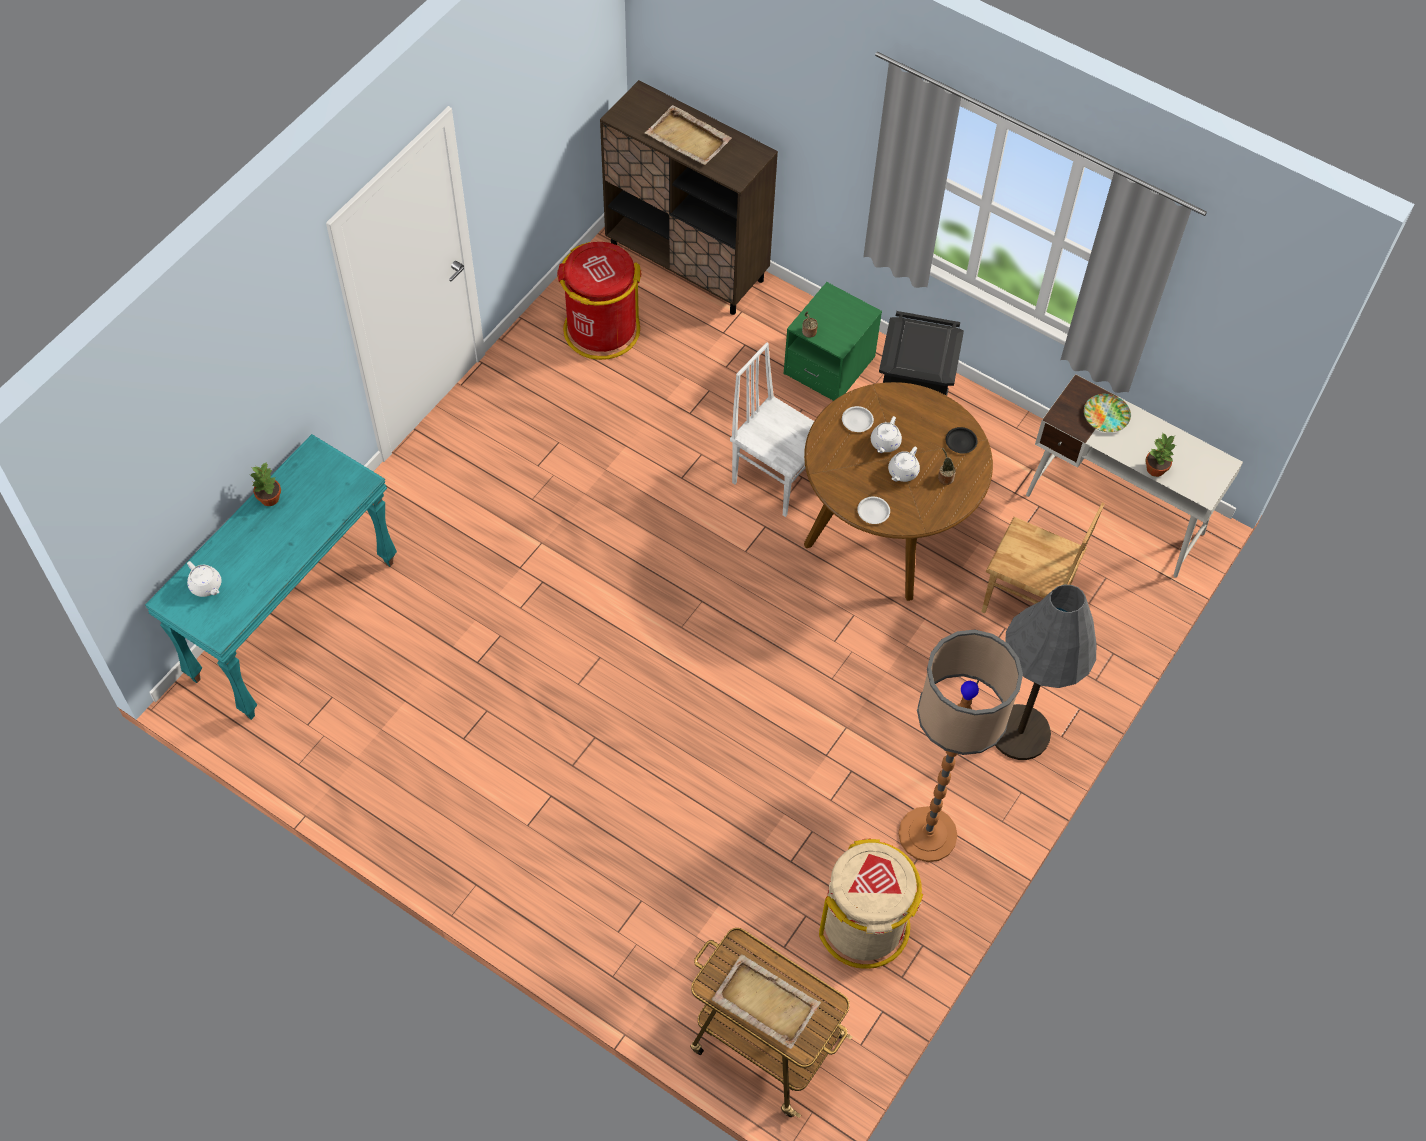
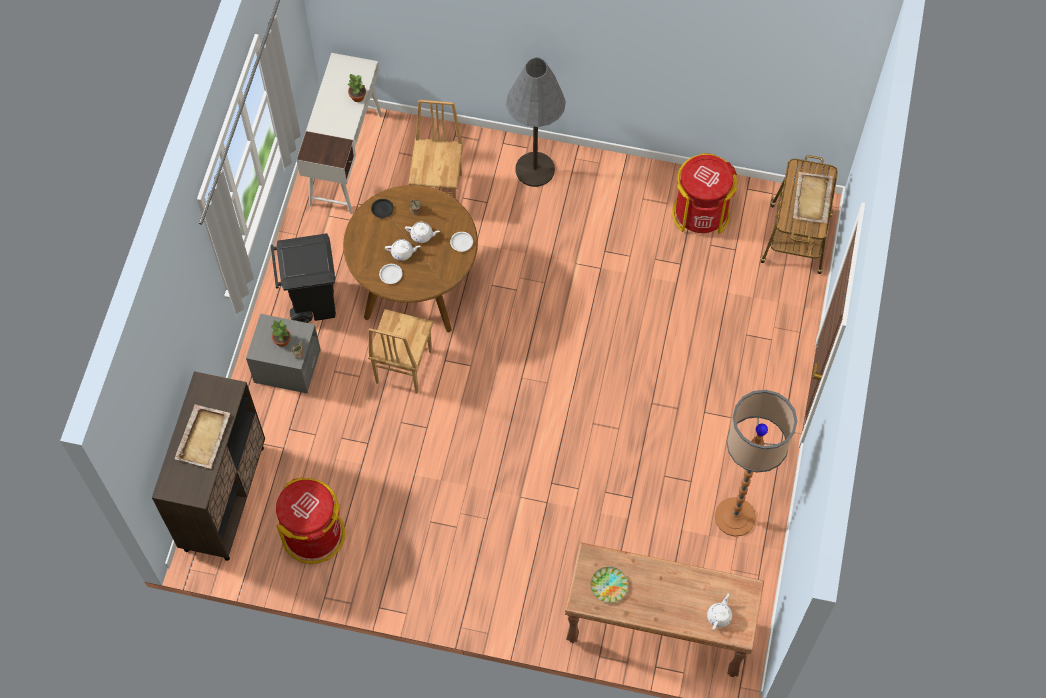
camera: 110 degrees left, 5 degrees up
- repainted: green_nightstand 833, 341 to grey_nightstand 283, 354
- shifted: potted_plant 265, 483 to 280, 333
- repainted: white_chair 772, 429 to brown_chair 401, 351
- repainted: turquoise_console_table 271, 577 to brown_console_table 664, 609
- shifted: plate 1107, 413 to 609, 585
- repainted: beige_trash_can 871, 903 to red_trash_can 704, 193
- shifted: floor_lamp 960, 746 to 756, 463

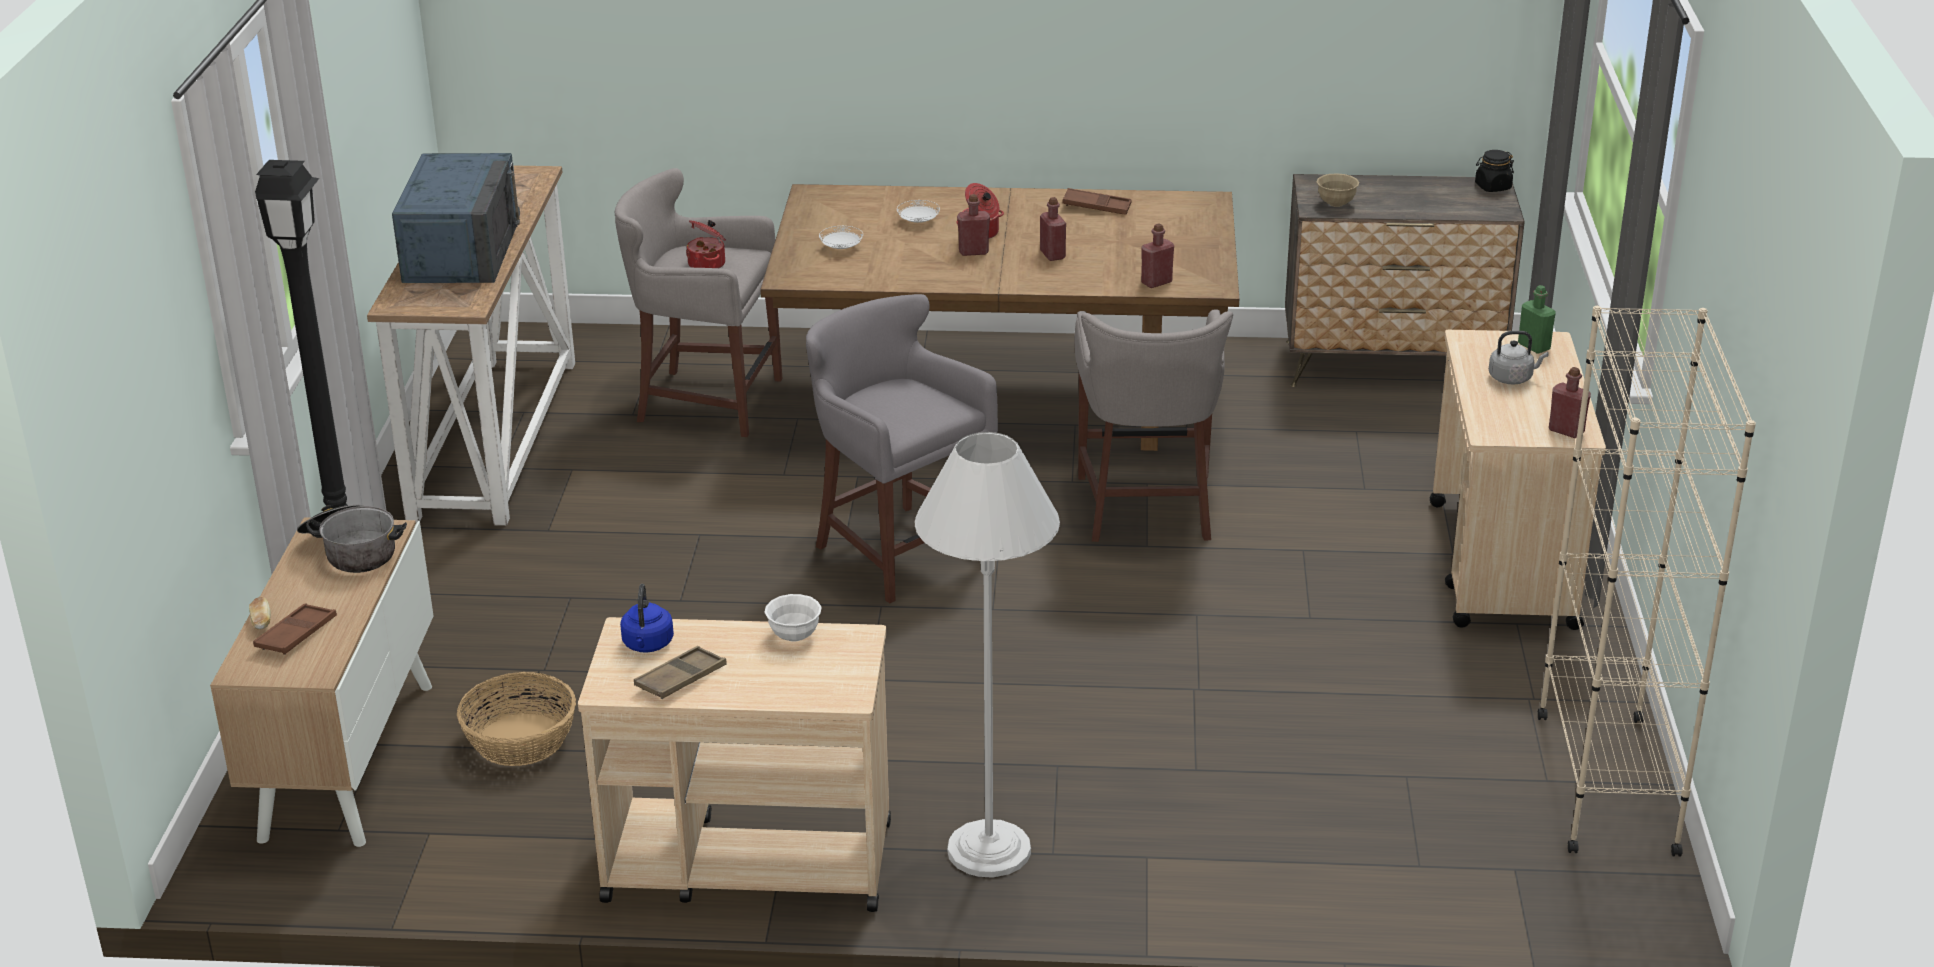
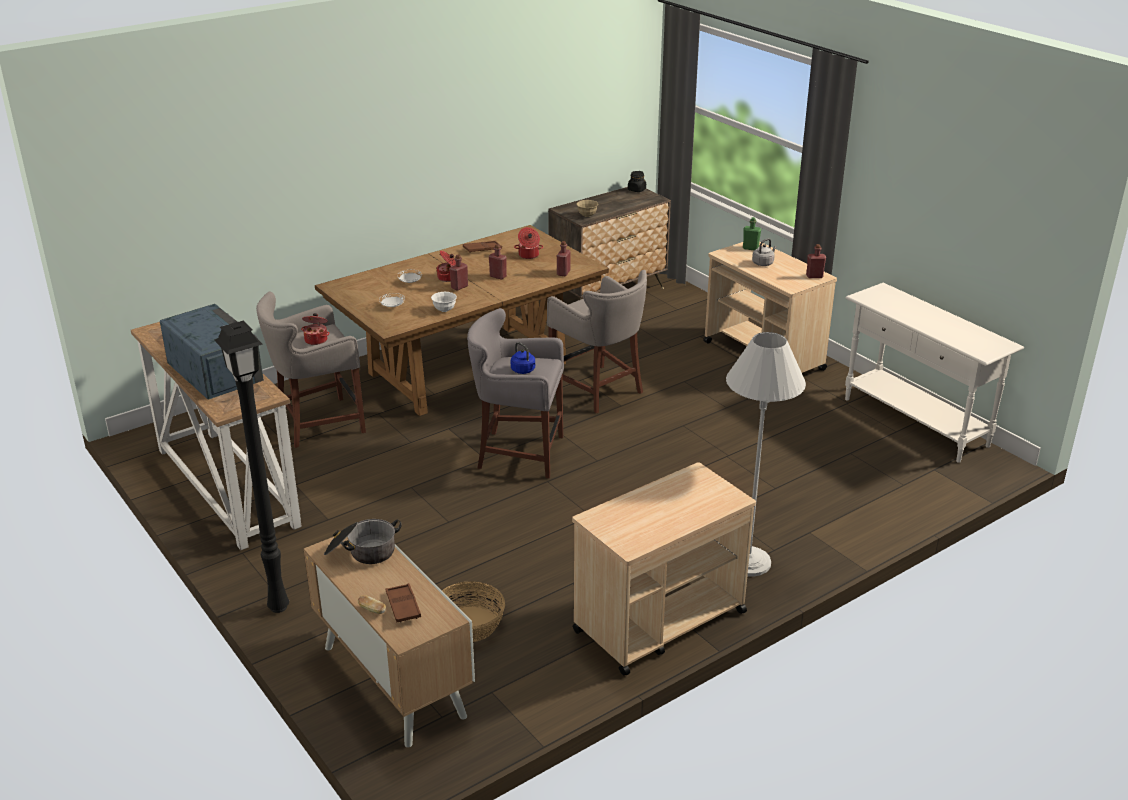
camera: 40 degrees left, 0 degrees up
- shifted: white_bowl 793, 618 to 444, 302
- shifted: blue_kettle 647, 618 to 523, 358
- new: cooking_pot 528, 243
- swapped: beige_bookcase 1647, 581 to white_console_table 934, 373
- gone: brown_tray 680, 672

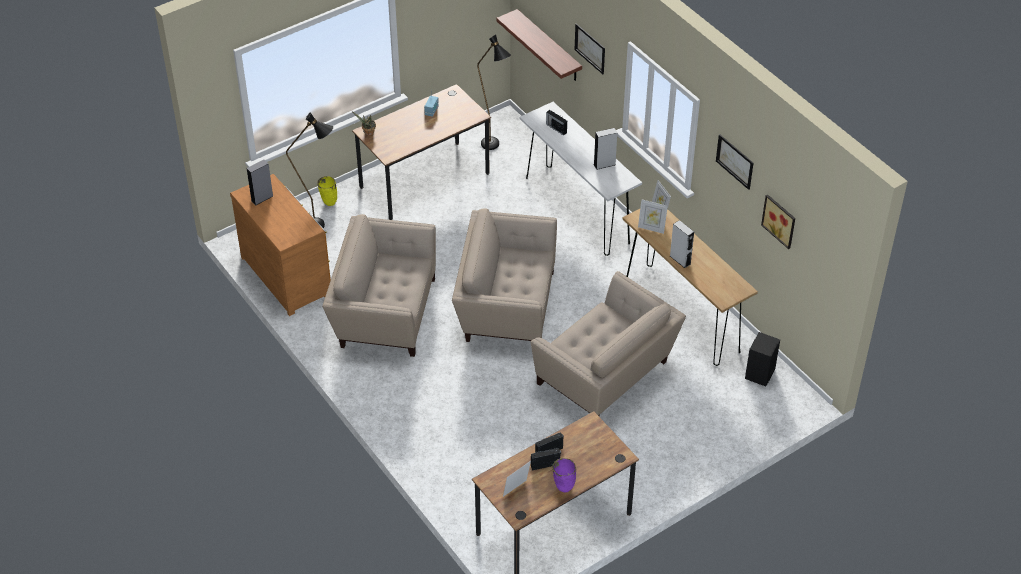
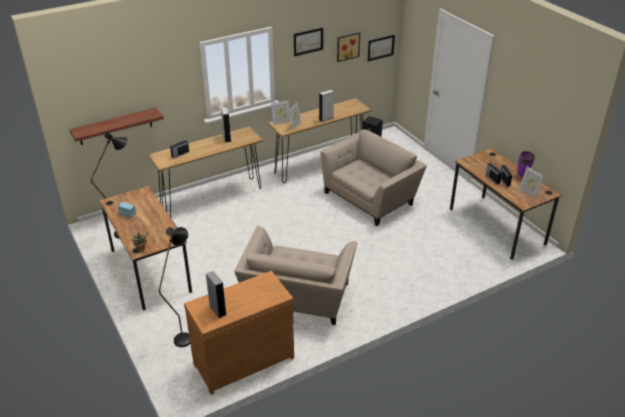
camera: 85 degrees left, 10 degrees down
- repainted: white_console_table 581, 179 to brown_console_table 205, 171
- shifted: picture 590, 48 to 381, 48
- gone: yellow_vase 327, 191
- gone: beige_armchair 504, 275

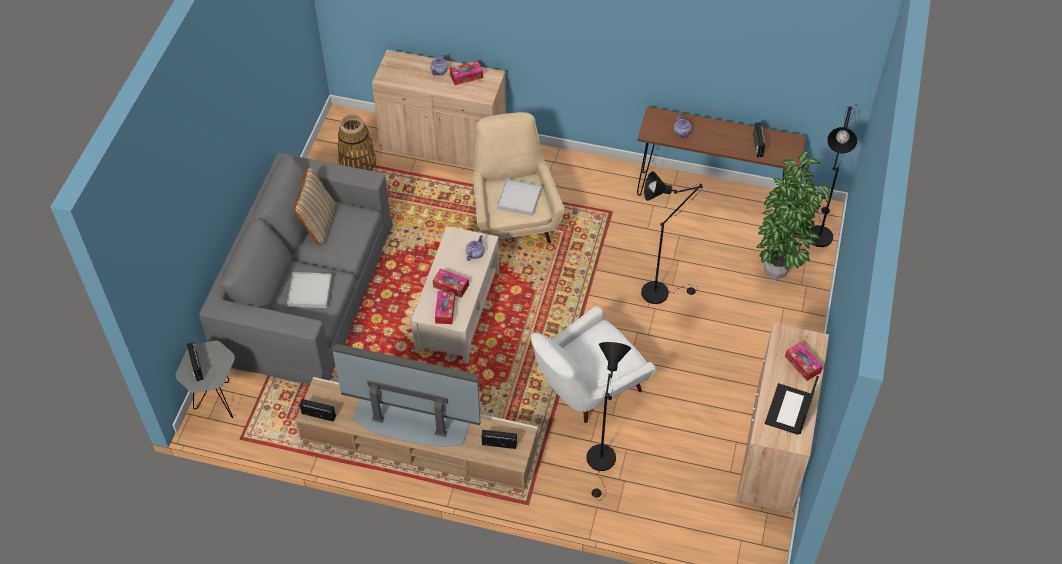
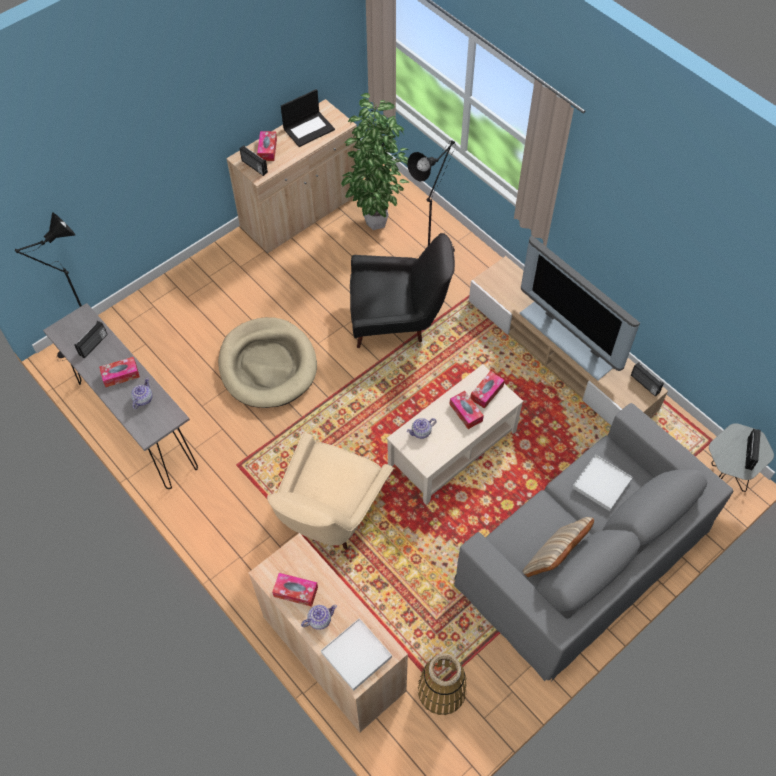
camera: 145 degrees left, 5 degrees up
- repainted: brown_console_table 721, 151 to grey_console_table 120, 396
- new: tissue_box 119, 372
- swapped: black_floor_lamp 672, 237 to beige_dog_bed 267, 362
- shifted: radio 499, 439 to 253, 160
- shifted: white_tray 519, 197 to 356, 654
- shifted: potted_plant 793, 215 to 375, 161
- repainted: white_armchair 593, 364 to black_armchair 402, 290

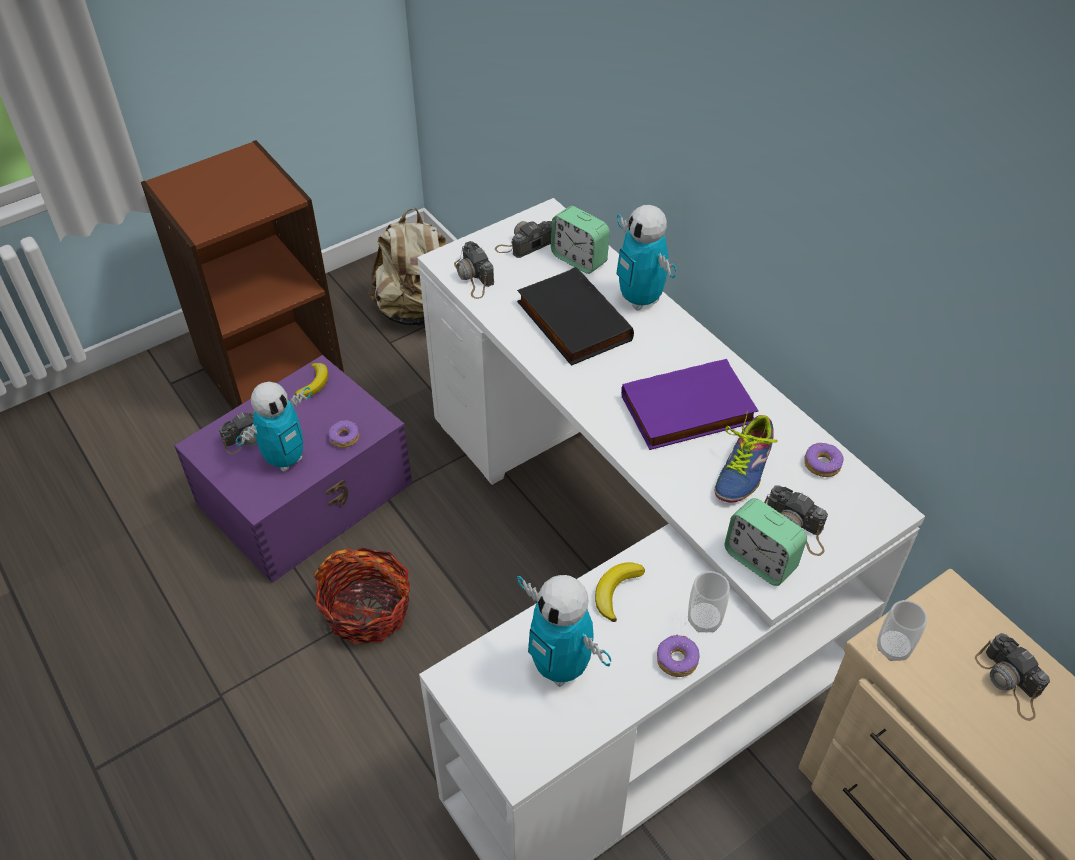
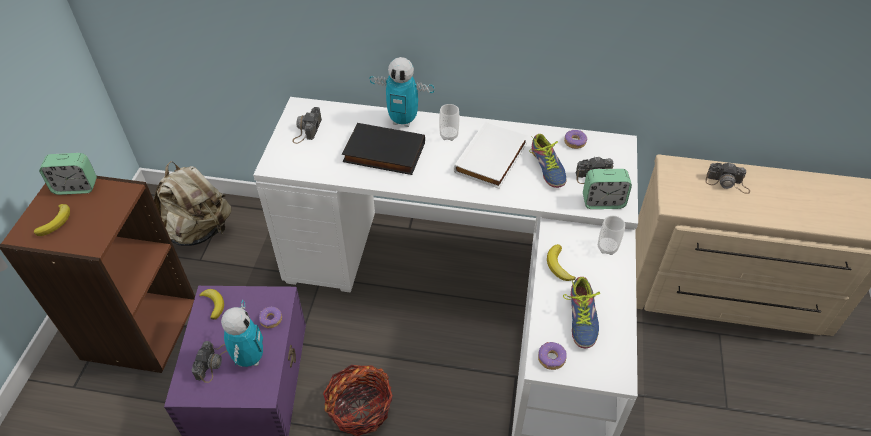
camera: 45 degrees left, 0 degrees up
- new: banana 52, 220
- shifted: alarm_clock 580, 240 to 68, 174
- shifted: cup 902, 630 to 449, 122
- repainted: purple_book 690, 404 to white_book 491, 155
- shifted: donut 678, 655 to 552, 356
- swapped: toy_robot 564, 631 to shoe 581, 312
- gone: photo_camera 474, 270

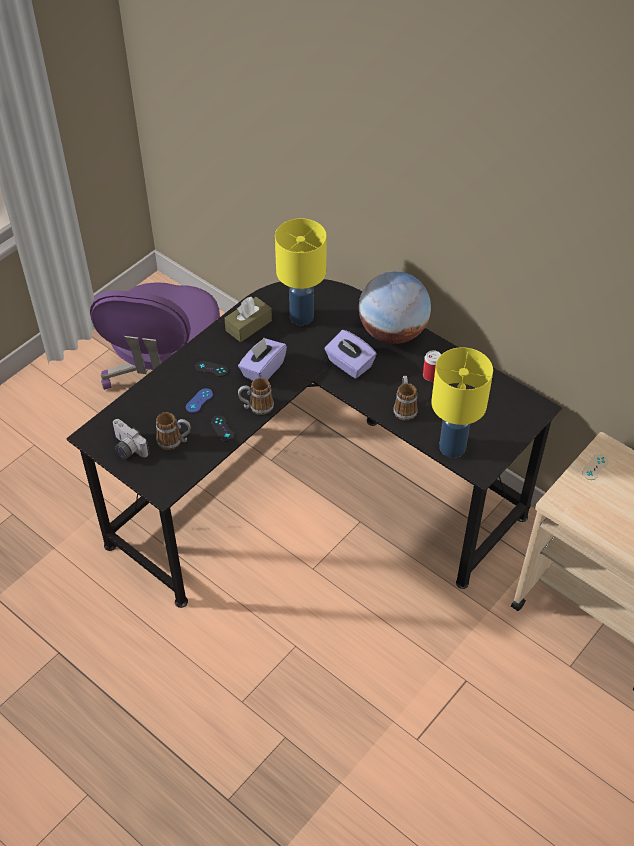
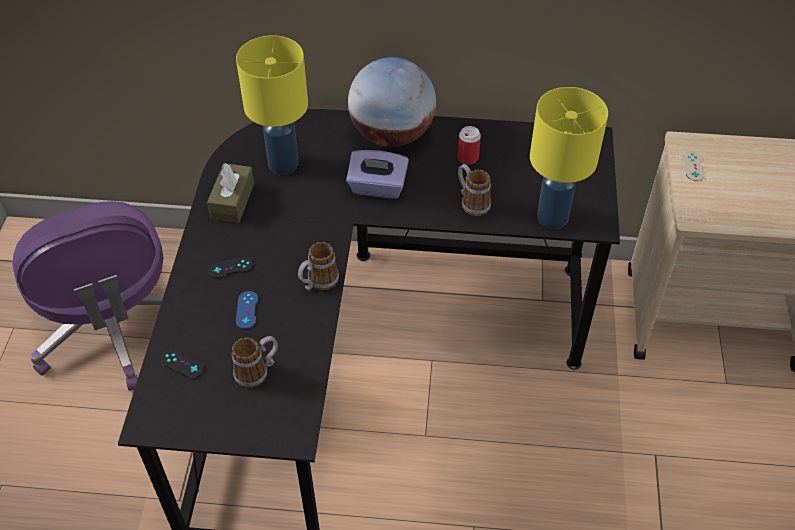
camera: 35 degrees left, 0 degrees up
- shifted: black_game_controller 223, 429 to 182, 363
- gone: photo_camera 131, 439
- gone: purple_tissue_box 262, 359

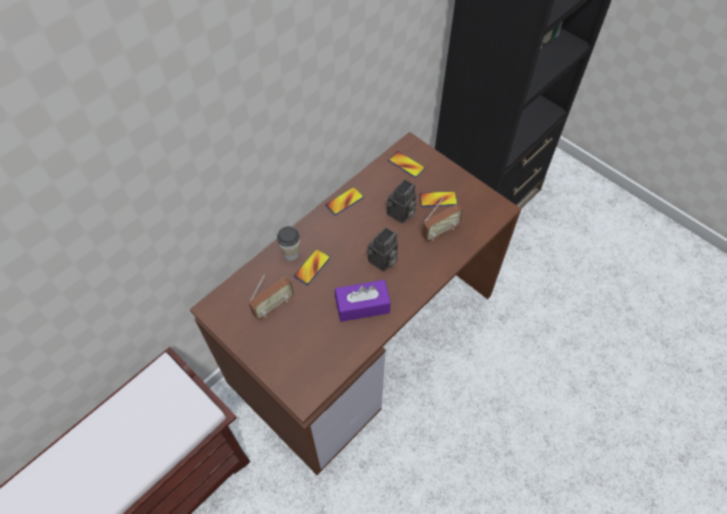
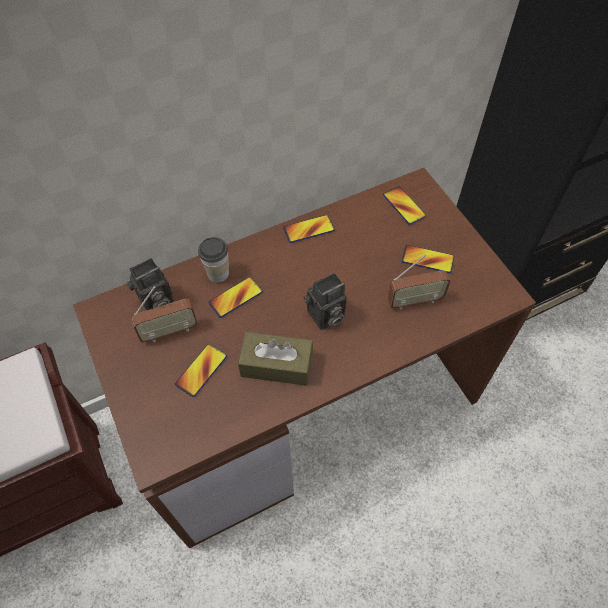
camera: 20 degrees right, 0 degrees up
- shifted: photo_camera 401, 201 to 150, 284
- new: phone 201, 370
- repainted: purple_tissue_box 363, 301 to brown_tissue_box 275, 359

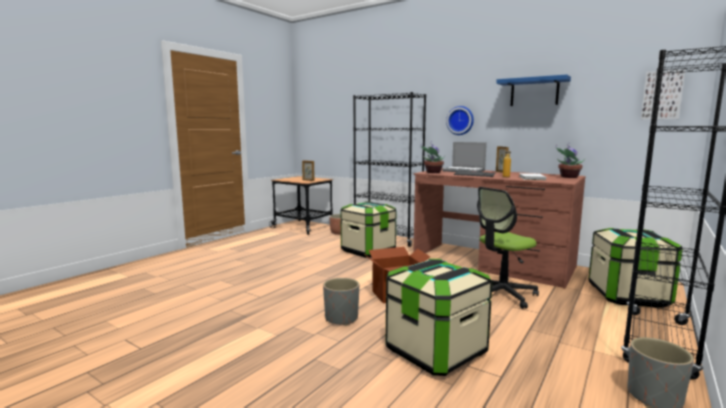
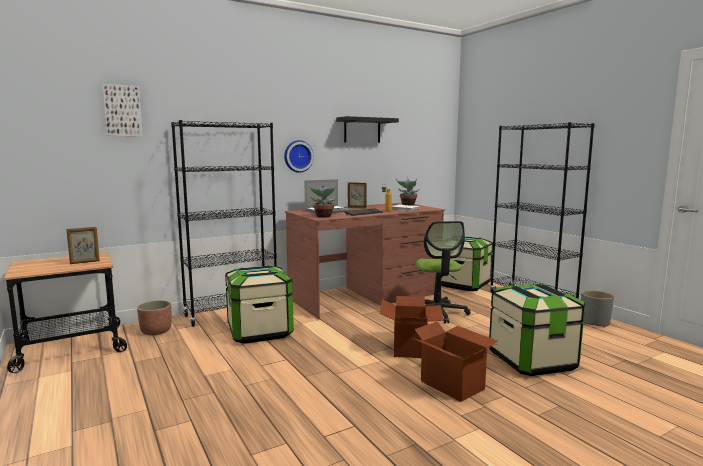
camera: 65 degrees left, 0 degrees up
- shifted: picture 663, 94 to 122, 110
- repainted: blue_shelf 533, 90 to black_shelf 367, 129
- swapped: grey_planter 341, 302 to cardboard_box 454, 361

